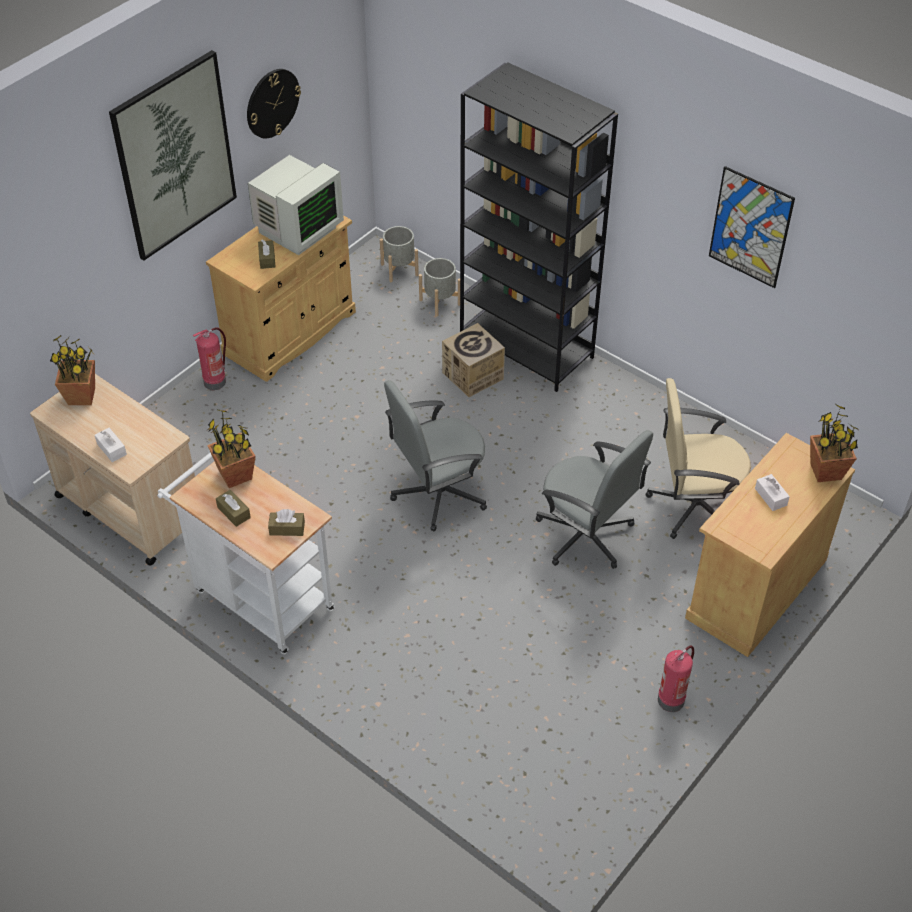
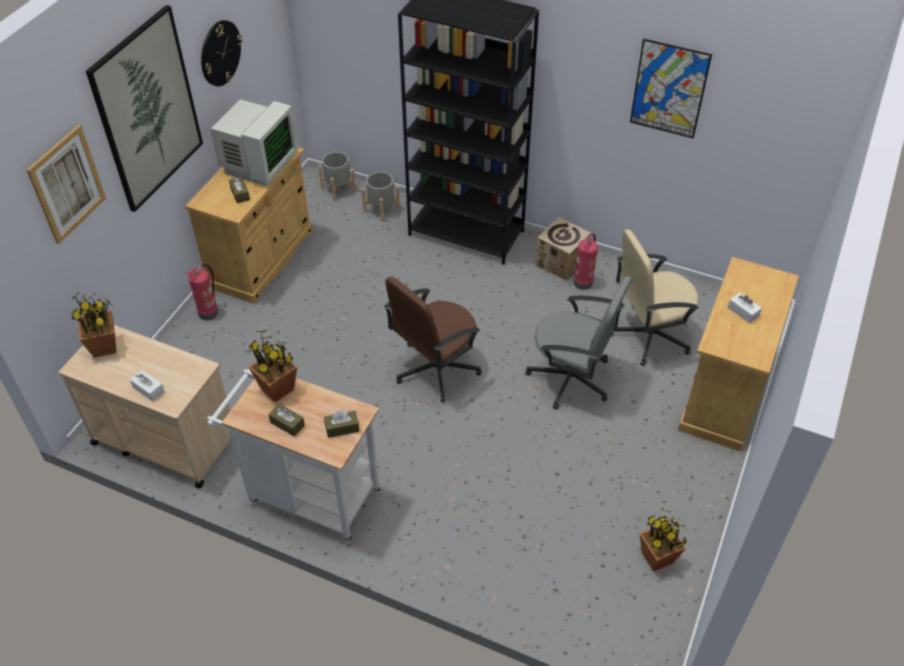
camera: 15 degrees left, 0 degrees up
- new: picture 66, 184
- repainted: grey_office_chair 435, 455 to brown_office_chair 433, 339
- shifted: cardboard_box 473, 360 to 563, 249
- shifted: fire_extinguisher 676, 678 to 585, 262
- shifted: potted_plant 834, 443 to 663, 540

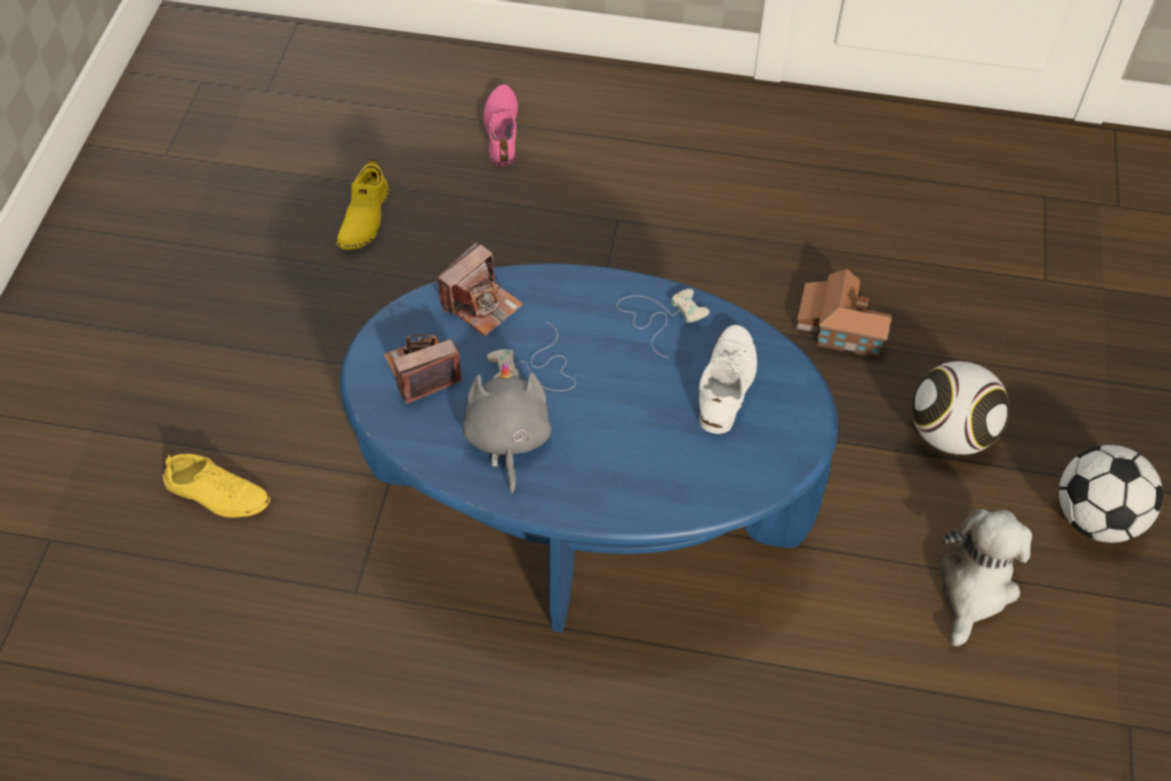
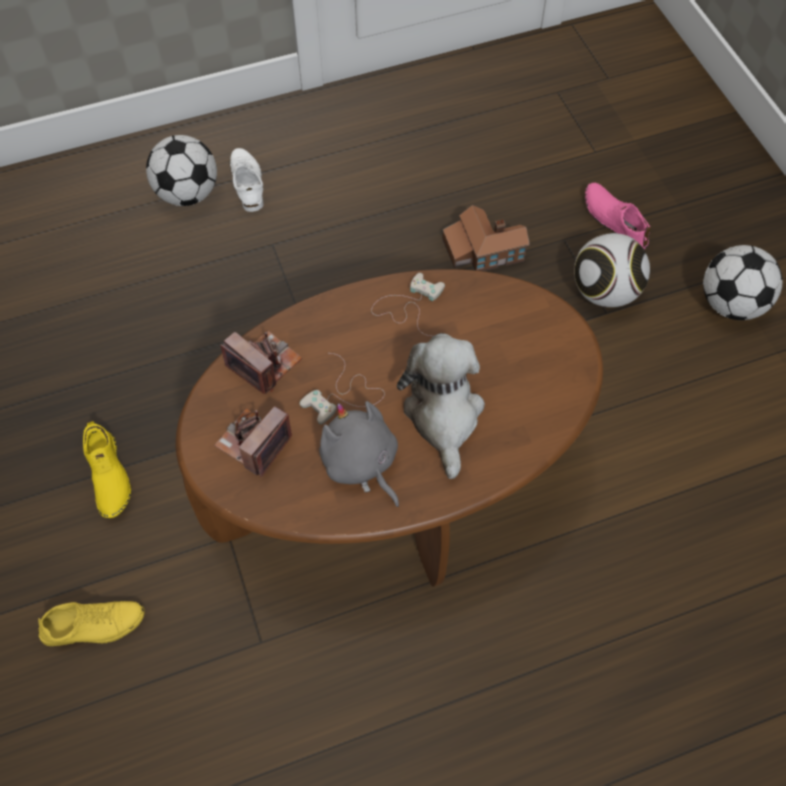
camera: 30 degrees left, 5 degrees up
- shifted: yellow_shoe 363, 204 to 107, 469
- new: football 181, 170
- repainted: blue_coffee_table 589, 448 to brown_coffee_table 389, 428
- rotated: photo_camera 480, 289 = 261, 362 60 degrees counterclockwise
- shifted: white_shoe 728, 379 to 246, 180
- shifted: plush_toy 985, 578 to 441, 406
- shifted: pink_shoe 501, 125 to 618, 216

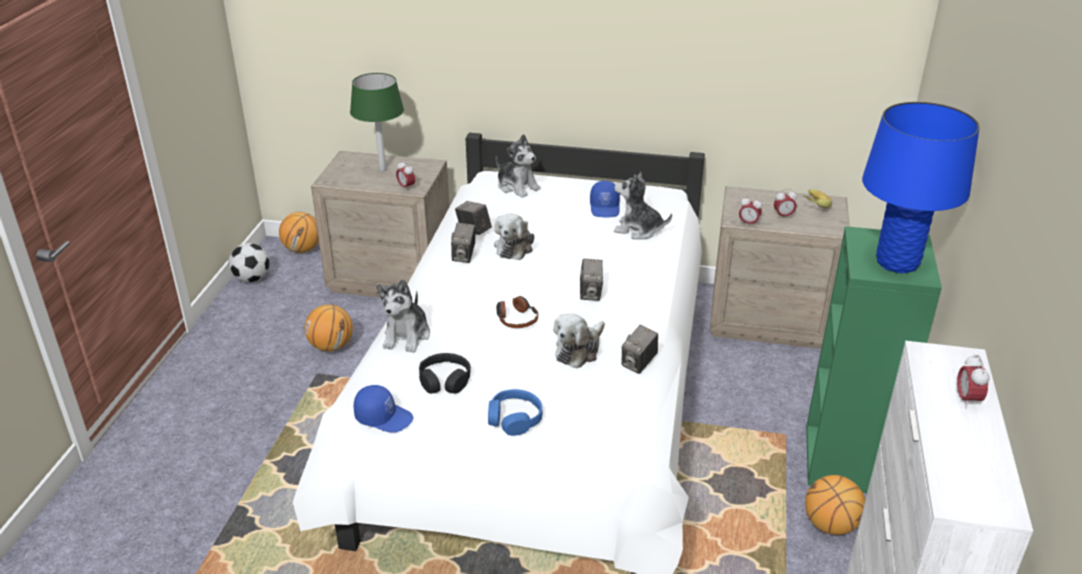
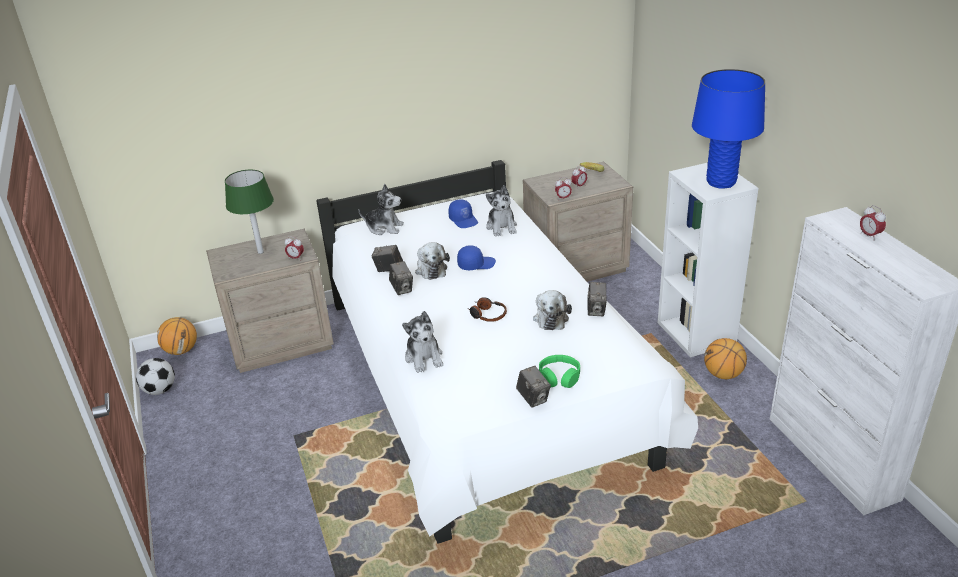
camera: 30 degrees left, 0 degrees up
- shifted: blue_cap 383, 409 to 476, 257
- rotated: plush_toy 643, 205 = 501, 211 90 degrees counterclockwise
- shifted: photo_camera 591, 280 to 533, 387
- repainted: blue_headphones 515, 412 to green_headphones 559, 371
- repainted: green_bookcase 874, 359 to white_bookcase 708, 260
- gone: basketball 329, 328
- gone: black_headphones 445, 373

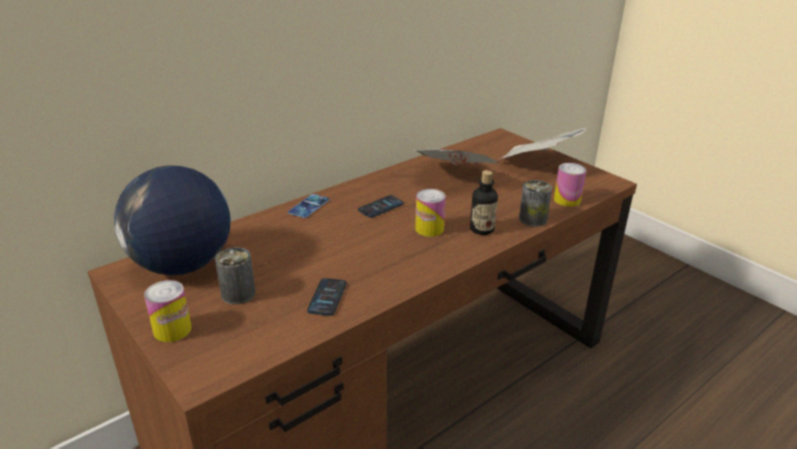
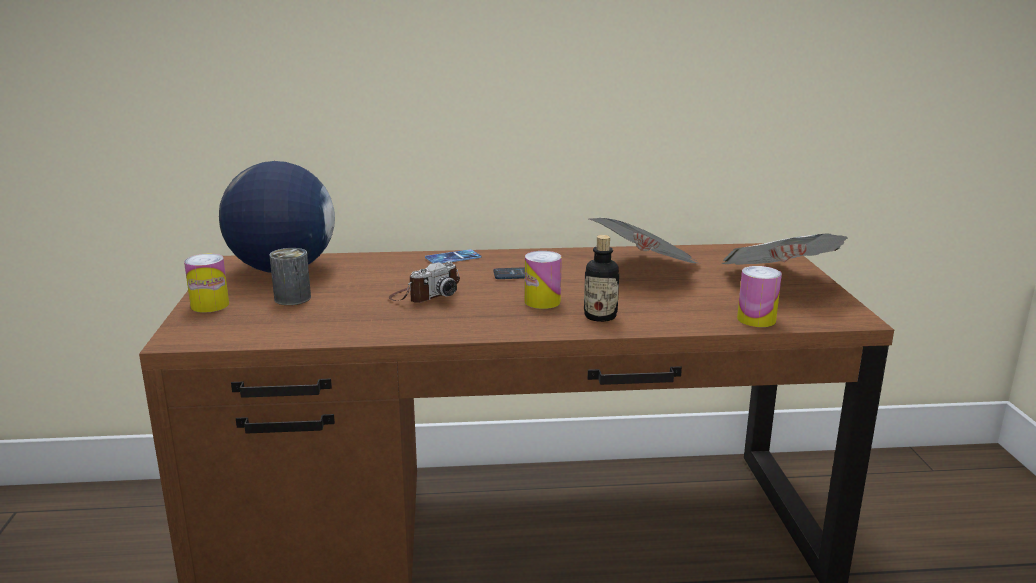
camera: 35 degrees right, 10 degrees down
- new: photo_camera 424, 282
- gone: phone 326, 297
- gone: can 535, 203

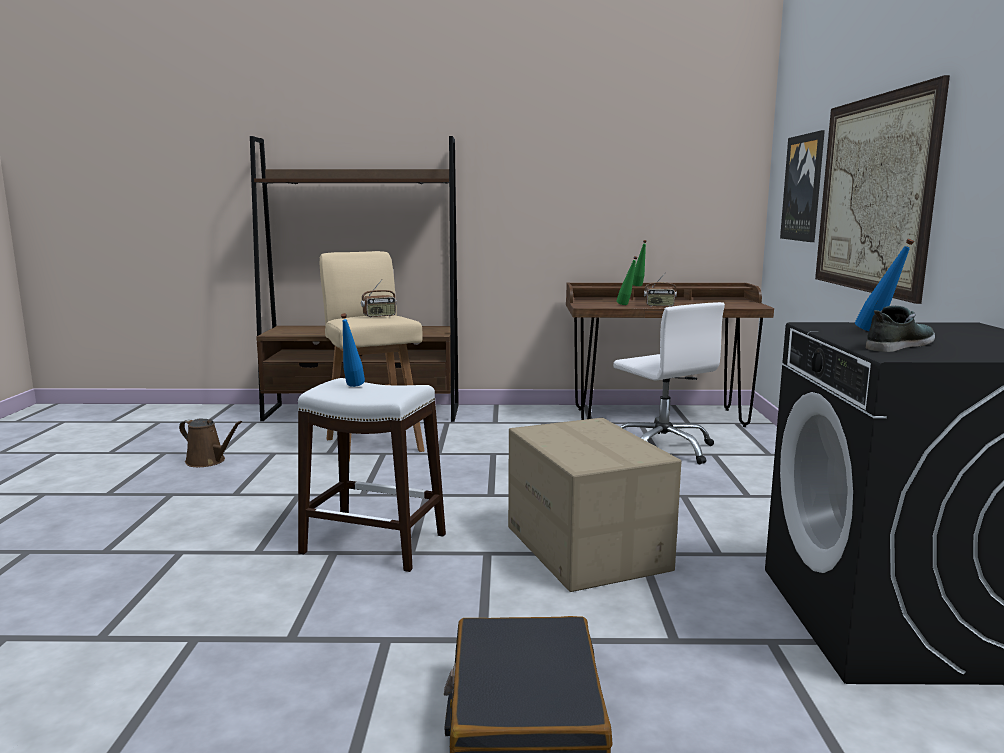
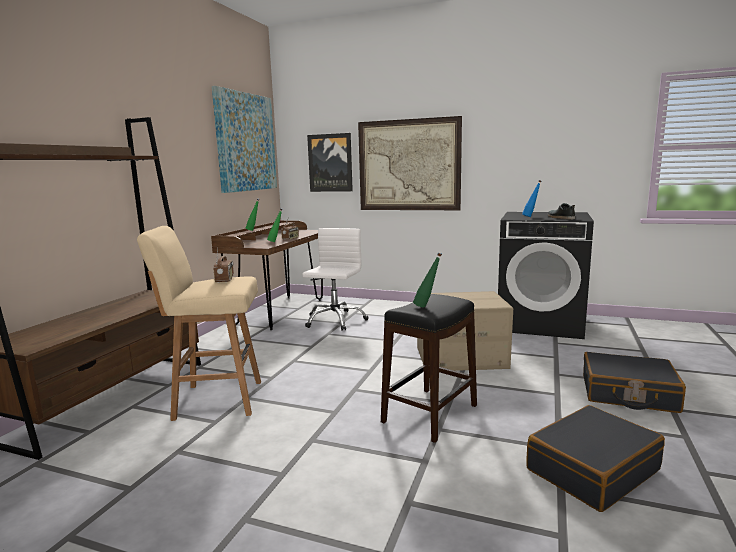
camera: 70 degrees left, 0 degrees up
- new: picture 244, 139
- rotated: white_office_chair 669, 383 = 335, 279 60 degrees counterclockwise
- repainted: white_stool 372, 475 to black_stool 429, 368
- repainted: blue_bottle 353, 350 to green_bottle 427, 280
- new: black_suitcase 595, 458
- gone: brown_watering_can 210, 442

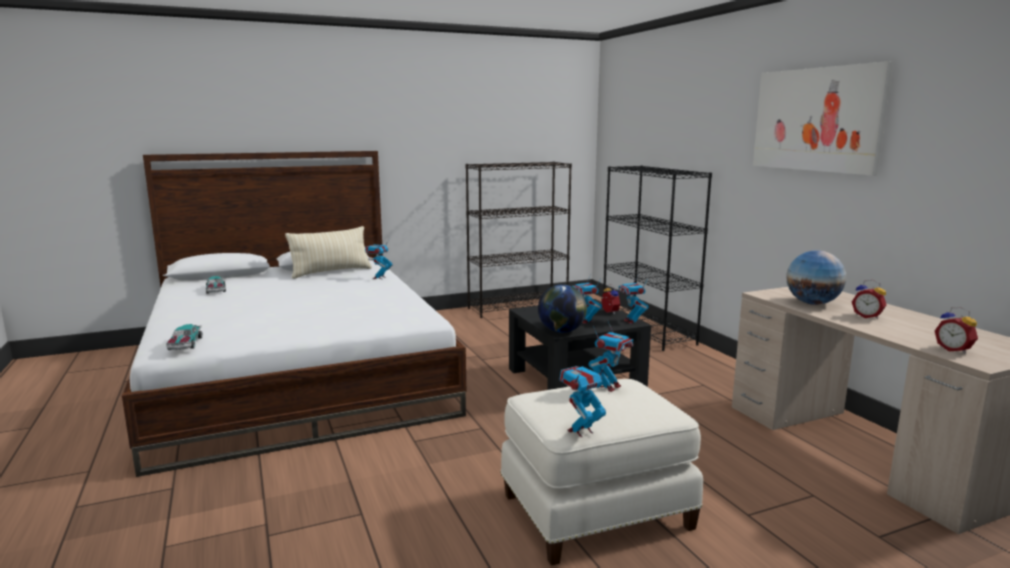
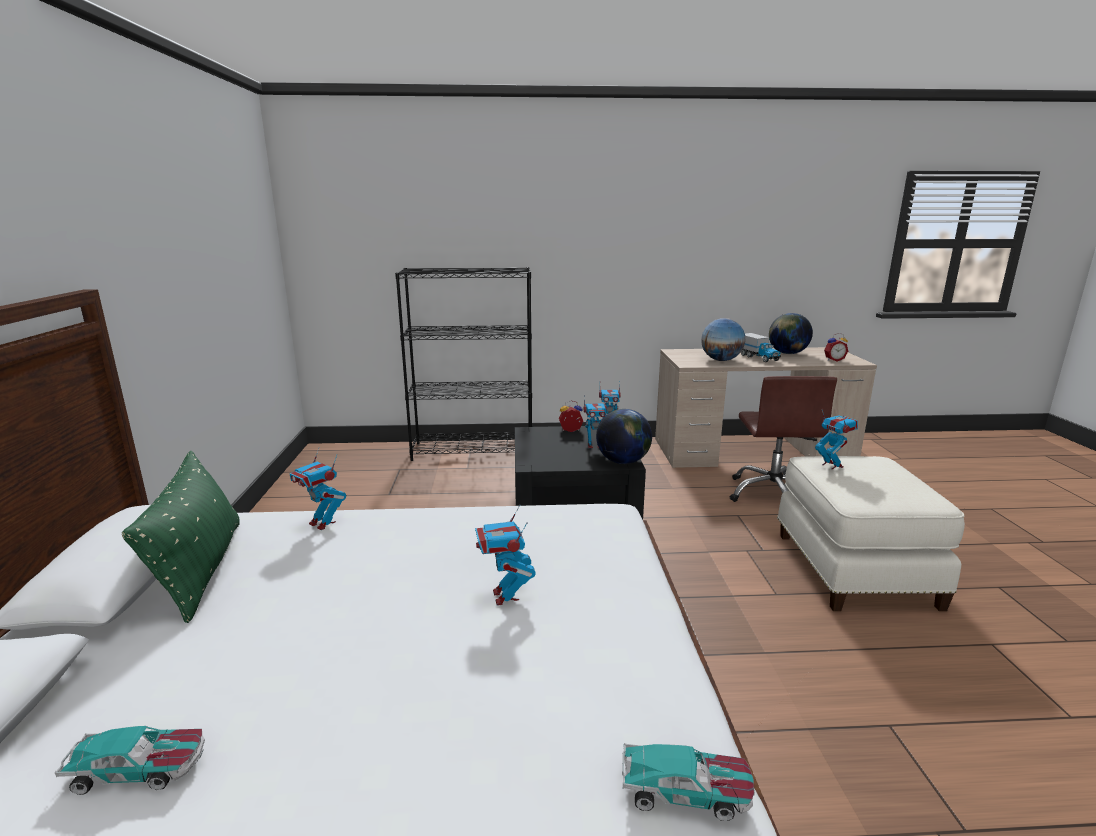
camera: 70 degrees left, 5 degrees up
- repainted: beige_pillow 328, 252 to green_pillow 181, 537
- shifted: toy_robot 582, 400 to 505, 555
- new: brown_office_chair 783, 439
- swapped: alarm_clock 869, 299 to toy_truck 761, 347
- new: globe 791, 333
- gone: black_bookcase 519, 240
- gone: picture 823, 118

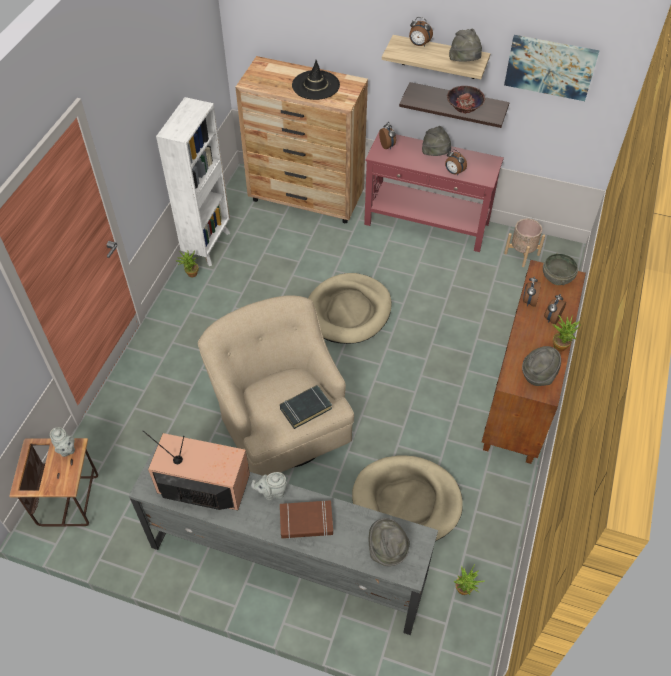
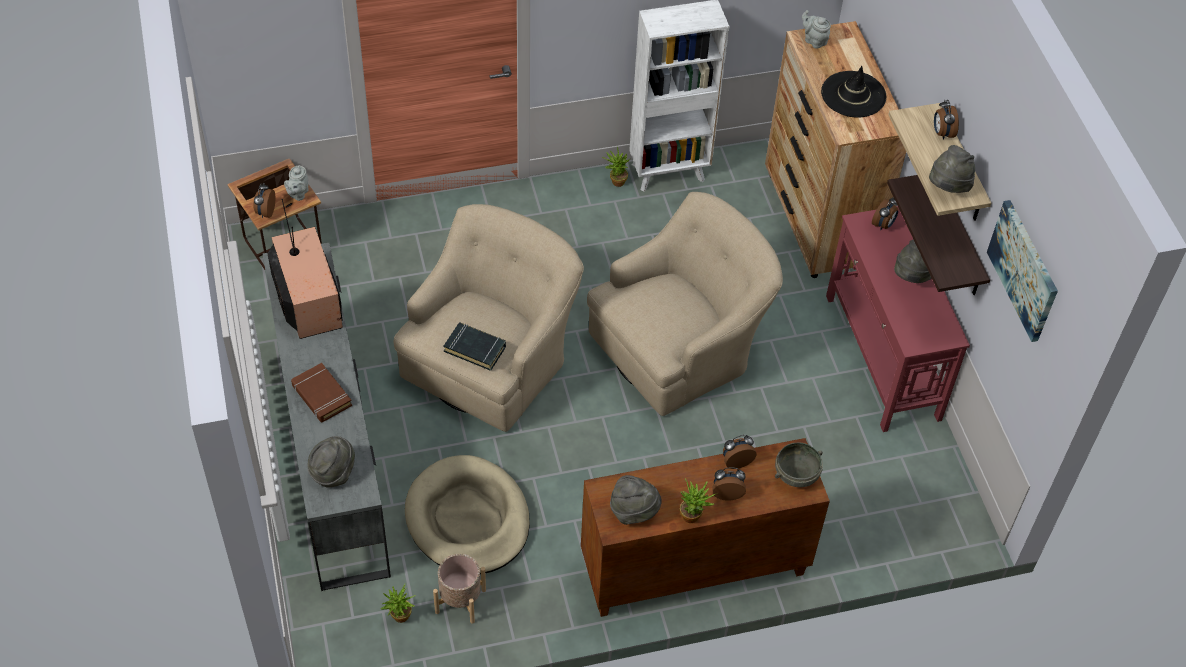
camera: 55 degrees right, 0 degrees up
- shifted: alarm_clock 456, 162 to 264, 200
- shifted: beige_planter 524, 243 to 459, 589
- swapped: beige_dog_bed 350, 308 to beige_armchair 685, 304
- shifted: grey_teapot 269, 486 to 816, 29
- gone: bowl 466, 100

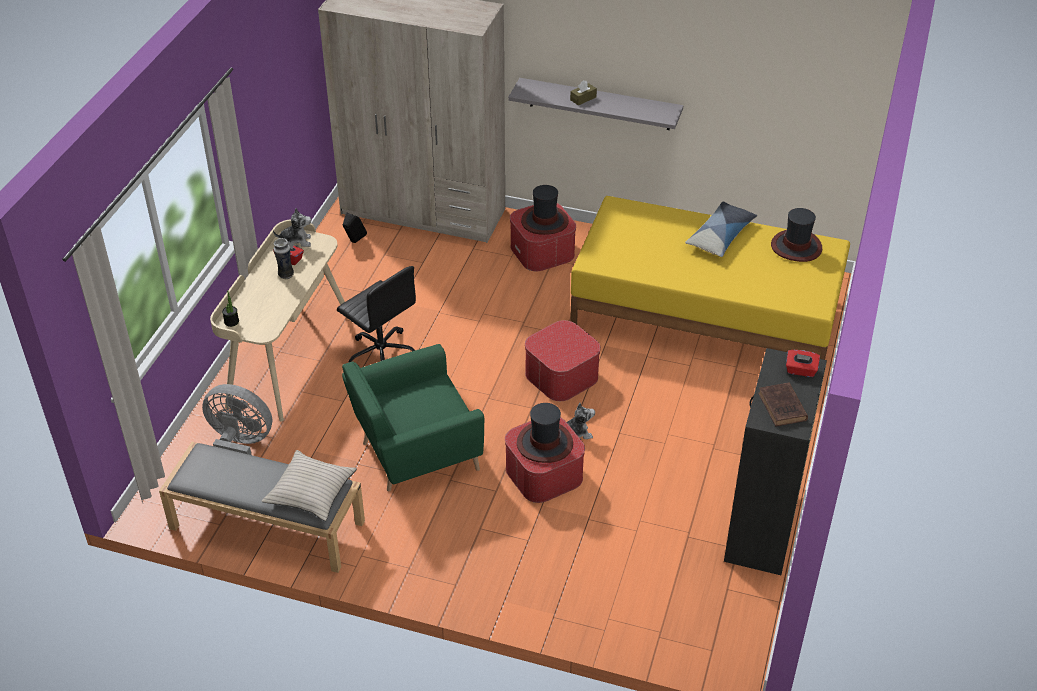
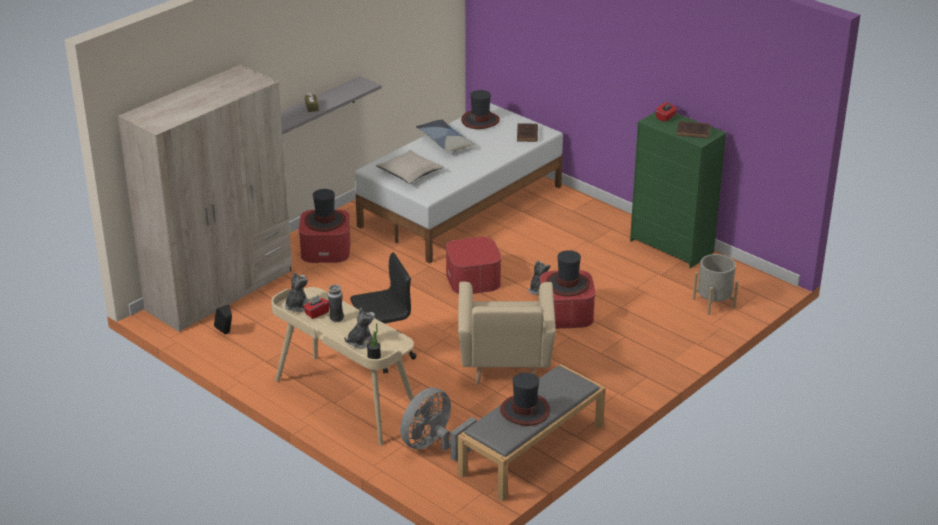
camera: 65 degrees left, 10 degrees down
- new: plush_toy 360, 328
- repainted: yellow_bed 710, 278 to white_bed 459, 183
- shifted: beige_pillow 309, 485 to 410, 167
- repainted: green_armchair 413, 417 to beige_armchair 507, 333
- new: hat 525, 399
- new: brown_book 527, 132
- repainted: black_dresser 775, 461 to green_dresser 678, 190
- new: grey_planter 715, 284

